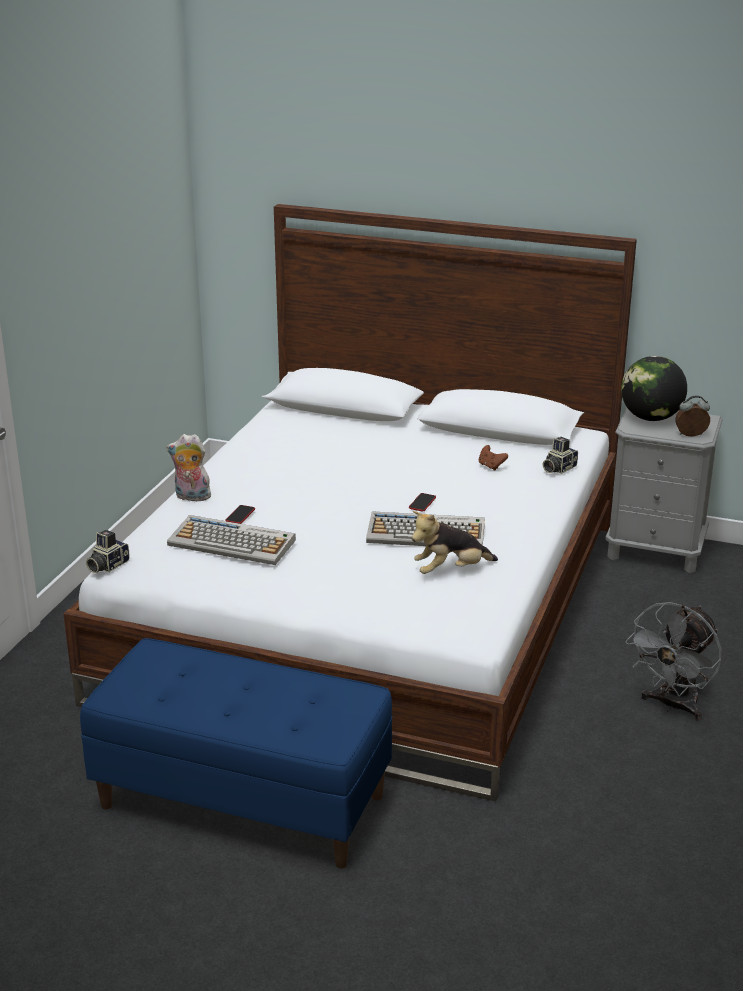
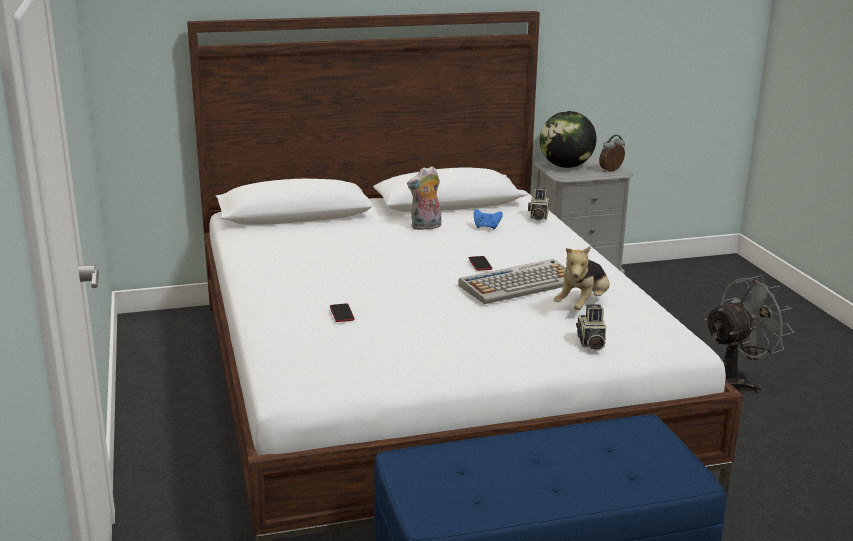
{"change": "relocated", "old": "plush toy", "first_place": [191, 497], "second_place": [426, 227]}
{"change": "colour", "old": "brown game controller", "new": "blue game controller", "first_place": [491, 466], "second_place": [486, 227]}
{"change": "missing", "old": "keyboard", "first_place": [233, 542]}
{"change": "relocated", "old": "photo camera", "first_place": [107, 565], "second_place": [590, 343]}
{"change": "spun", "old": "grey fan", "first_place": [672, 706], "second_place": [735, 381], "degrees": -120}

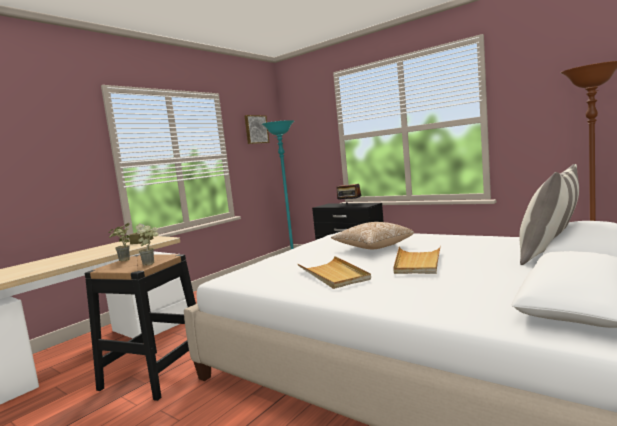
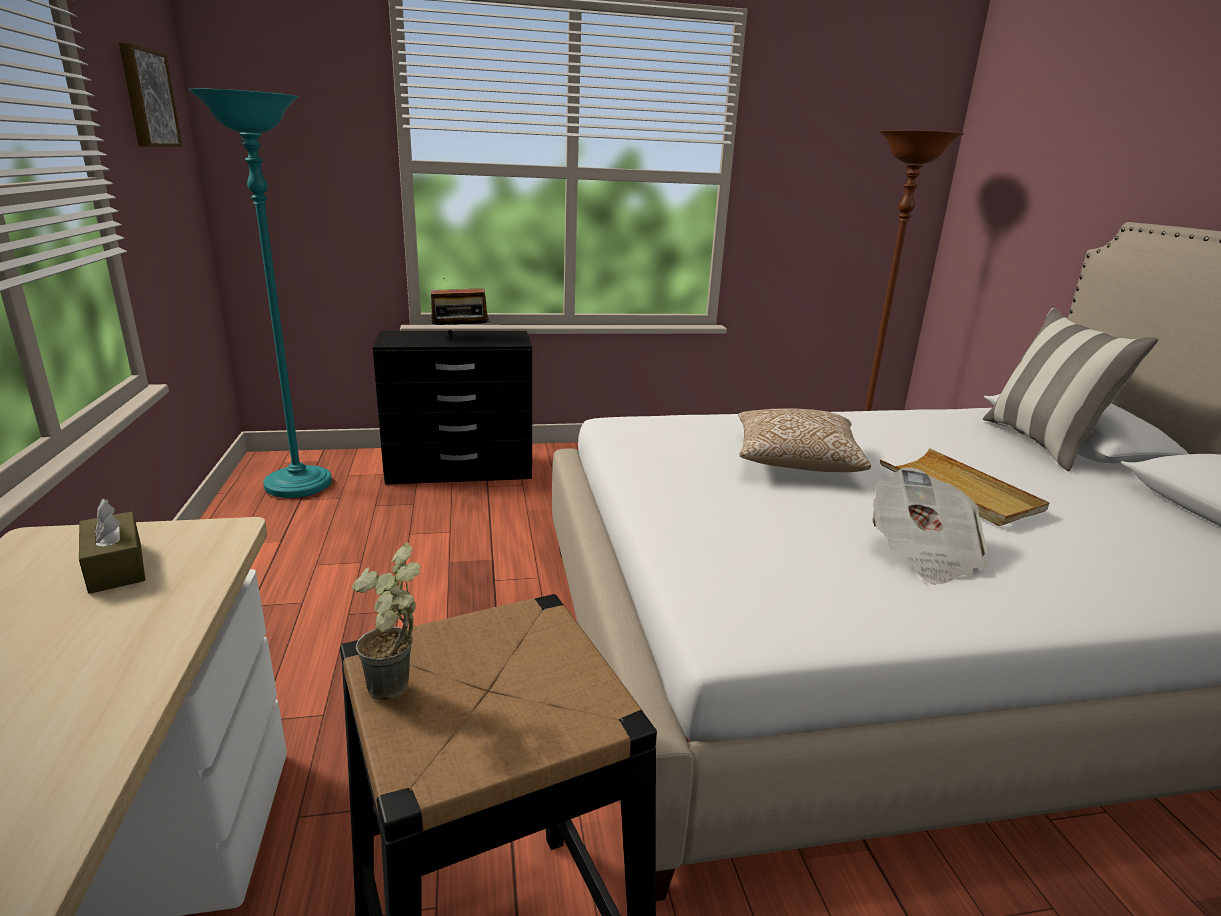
{"change": "missing", "old": "potted plant", "first_place": [152, 263]}
{"change": "exchanged", "old": "beige tray", "new": "newspaper", "first_place": [333, 275], "second_place": [922, 553]}

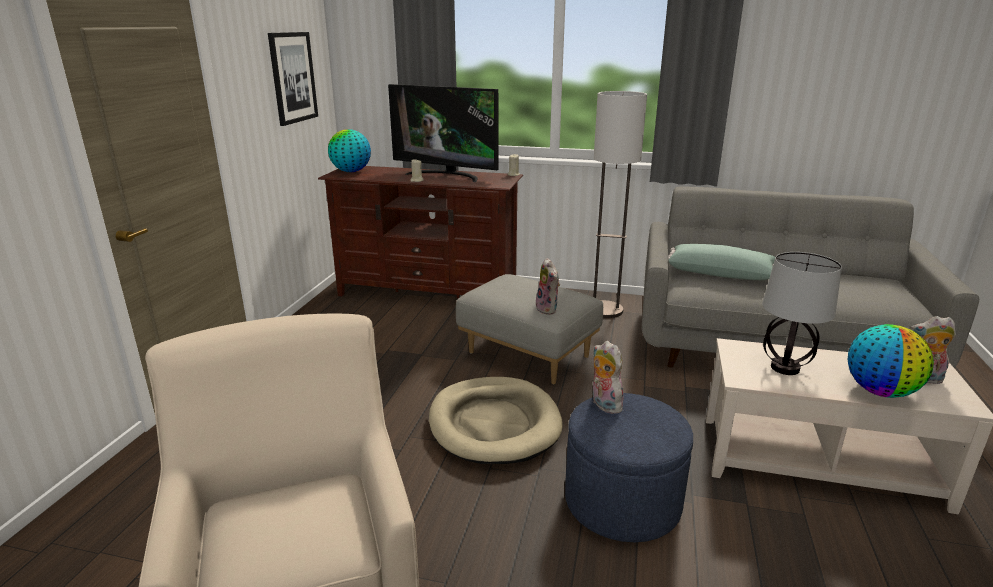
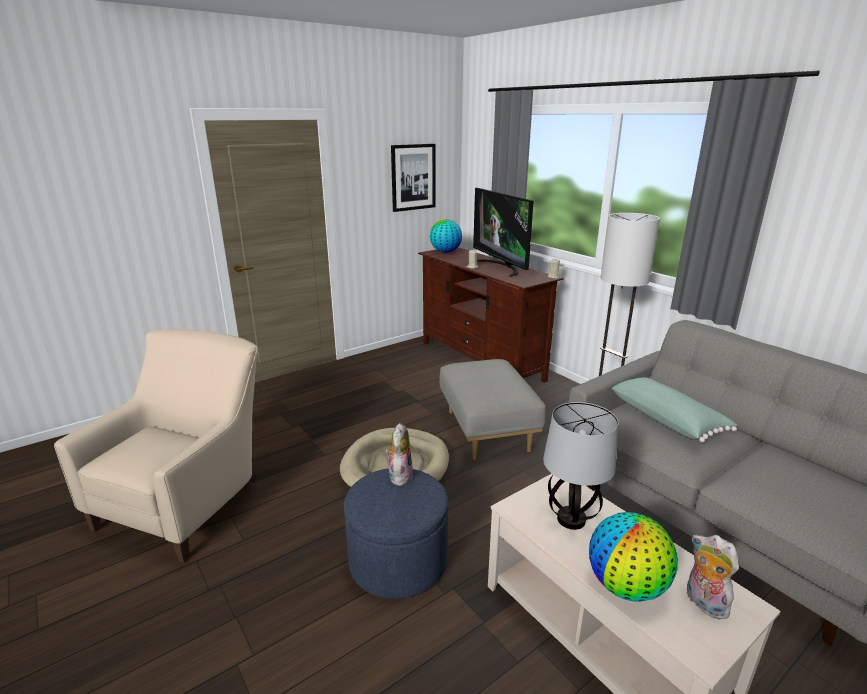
{"change": "missing", "old": "plush toy", "first_place": [548, 309]}

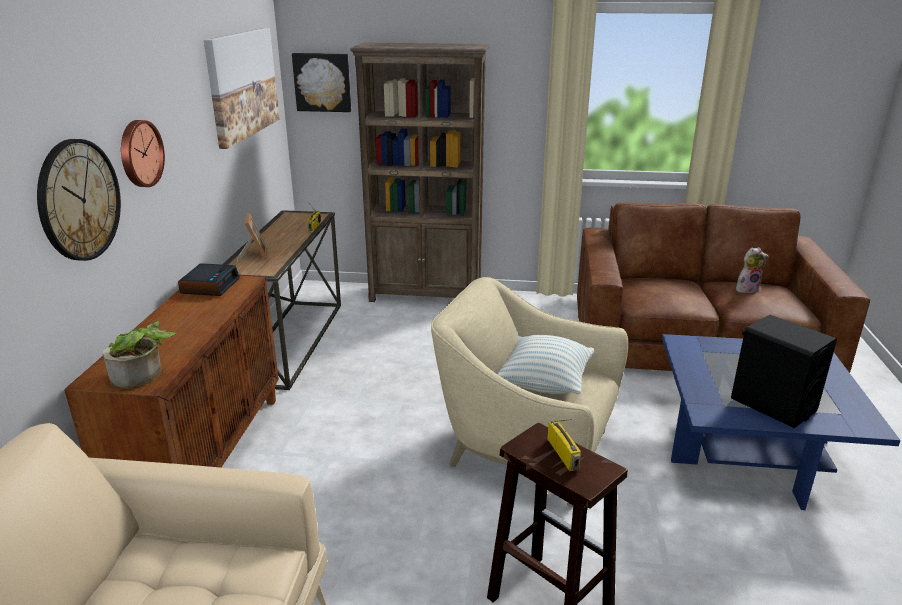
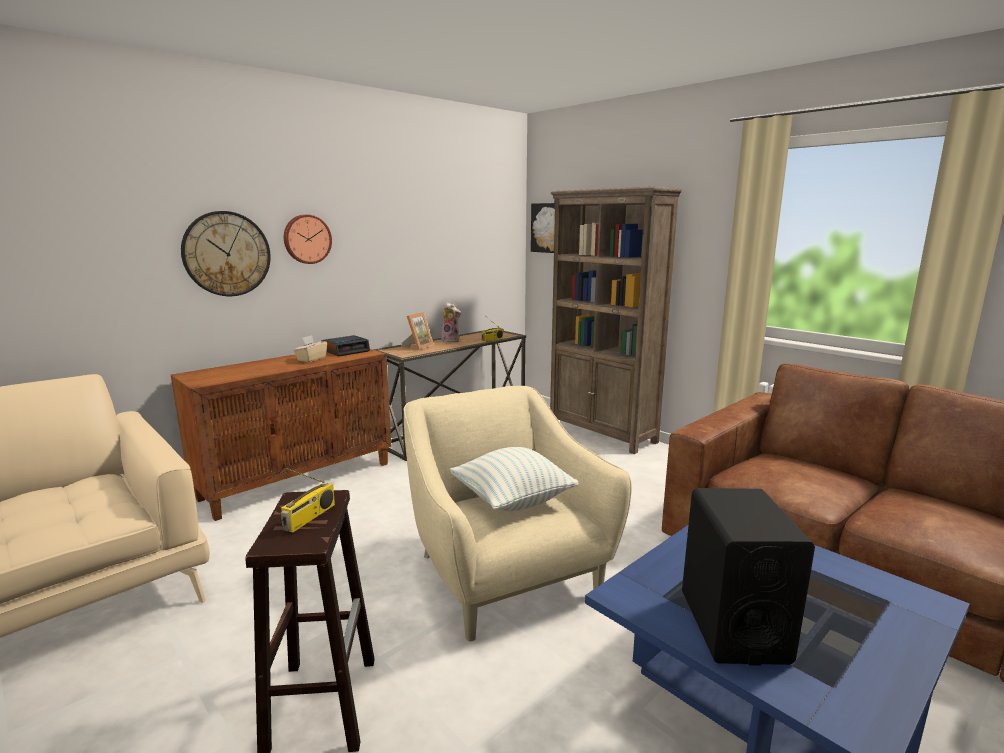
{"change": "missing", "old": "picture", "first_place": [242, 84]}
{"change": "relocated", "old": "plush toy", "first_place": [747, 289], "second_place": [451, 340]}
{"change": "missing", "old": "potted plant", "first_place": [143, 375]}
{"change": "appeared", "new": "beige tissue box", "second_place": [311, 359]}

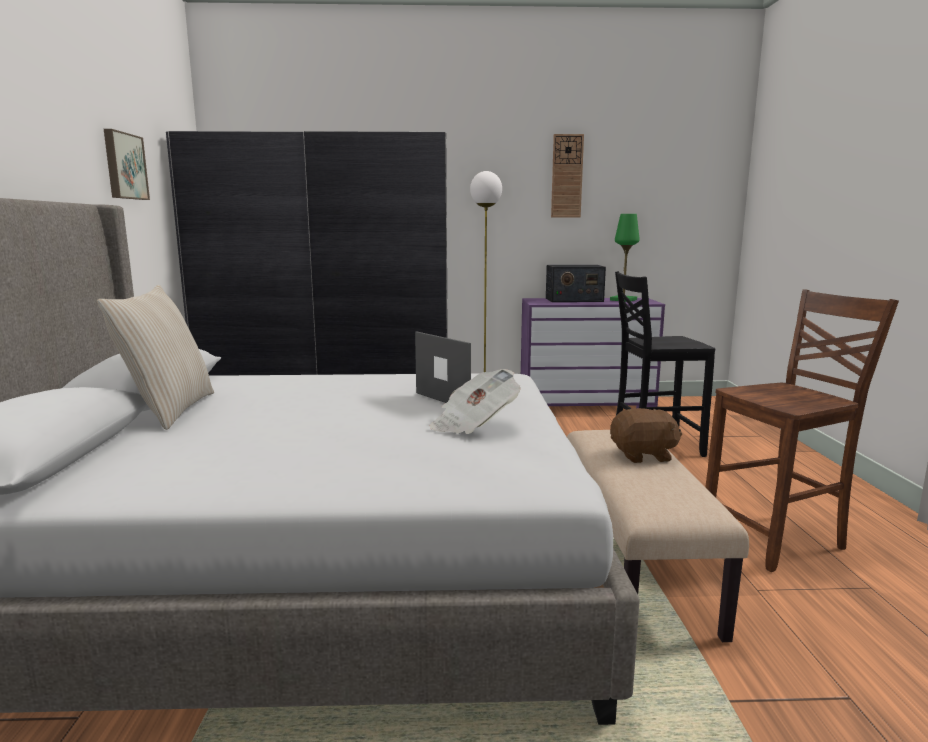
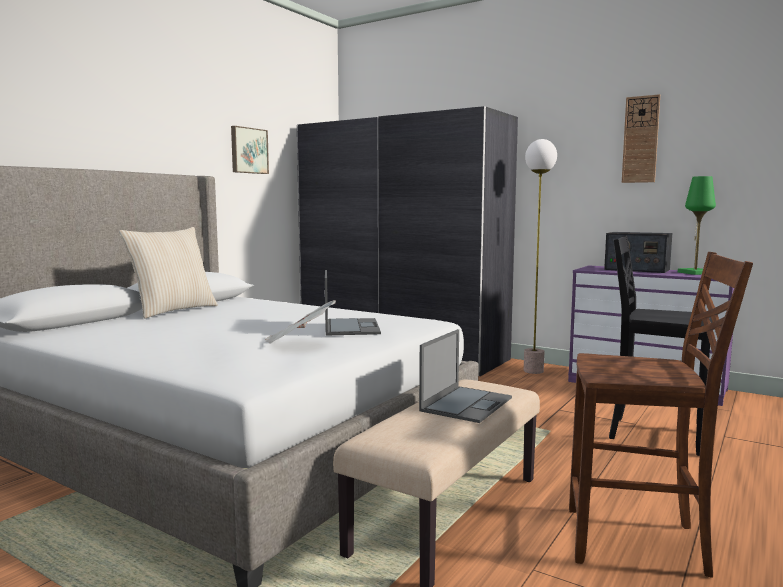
{"change": "exchanged", "old": "brown plush toy", "new": "laptop", "first_place": [643, 455], "second_place": [466, 404]}

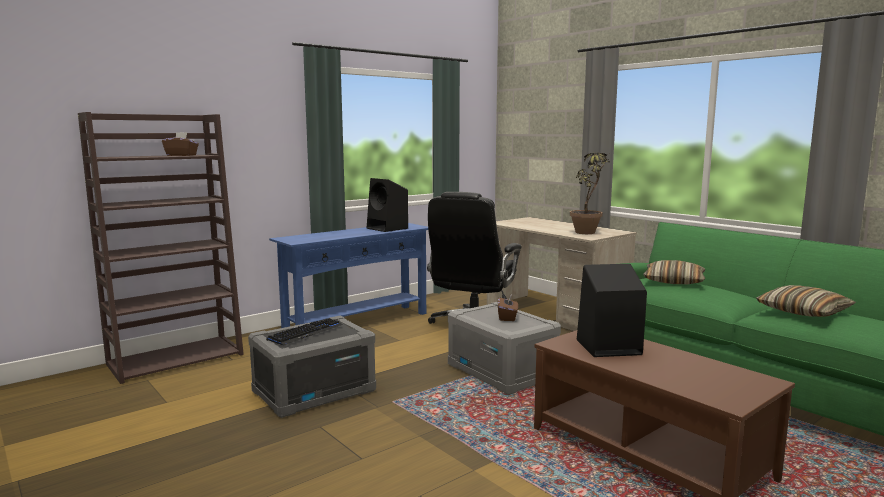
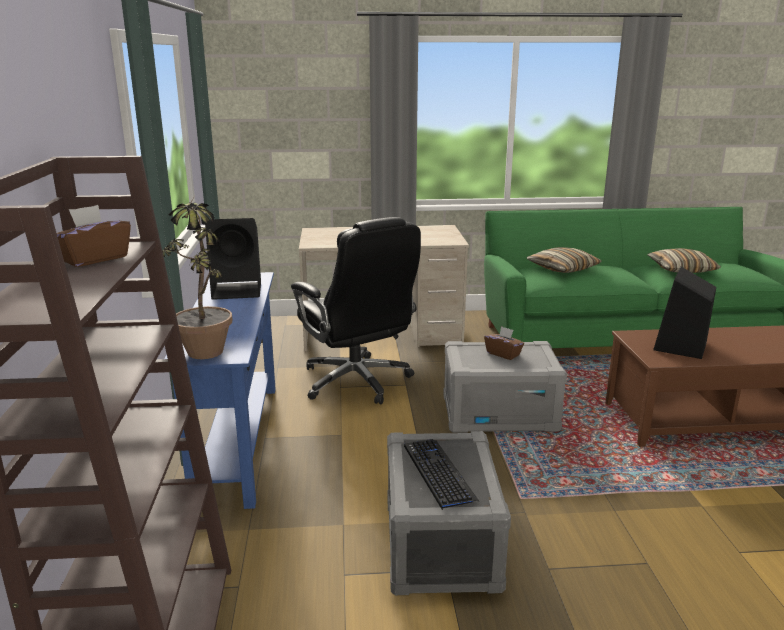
{"change": "relocated", "old": "potted plant", "first_place": [588, 231], "second_place": [205, 346]}

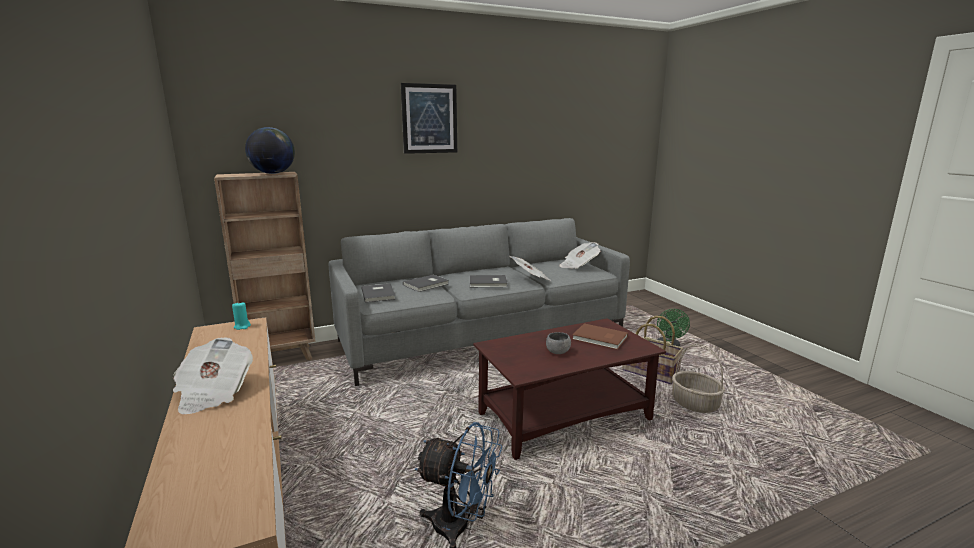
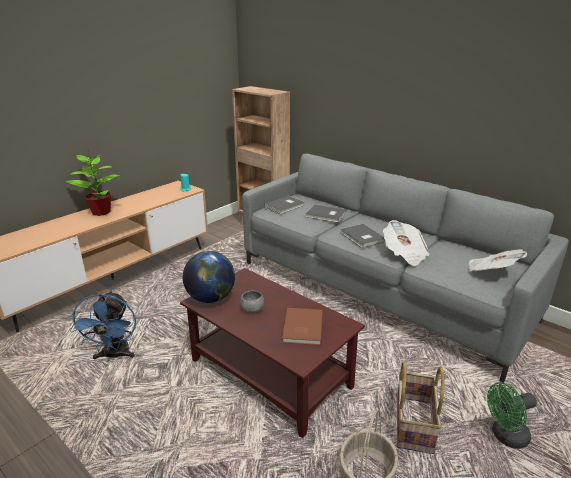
{"change": "missing", "old": "picture", "first_place": [429, 119]}
{"change": "relocated", "old": "globe", "first_place": [273, 173], "second_place": [211, 298]}
{"change": "exchanged", "old": "newspaper", "new": "potted plant", "first_place": [213, 393], "second_place": [101, 212]}

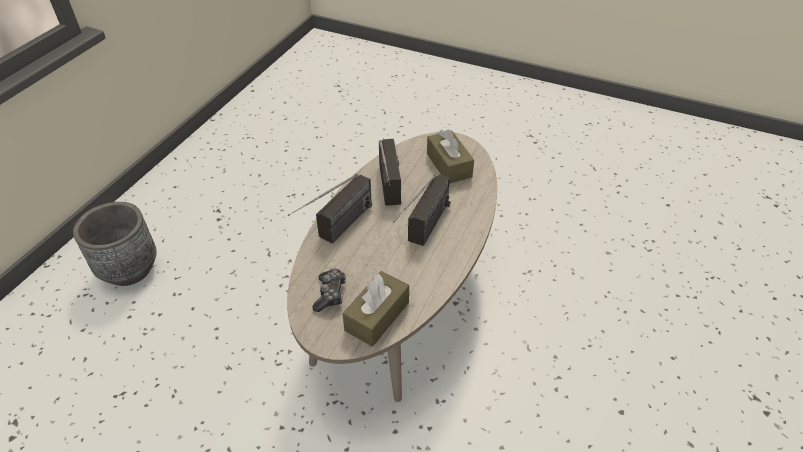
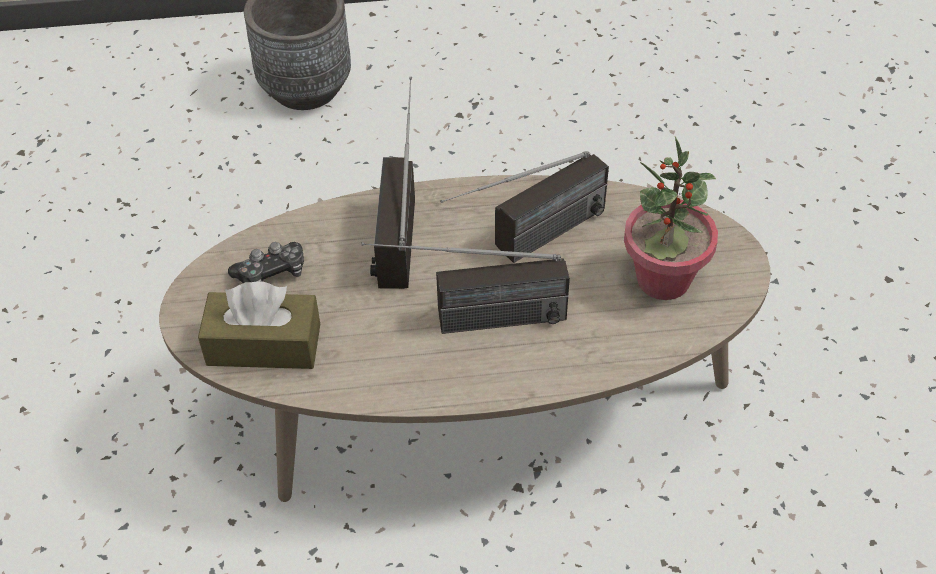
{"change": "exchanged", "old": "brown tissue box", "new": "potted plant", "first_place": [449, 165], "second_place": [663, 280]}
{"change": "spun", "old": "radio", "first_place": [336, 232], "second_place": [395, 219], "degrees": 90}

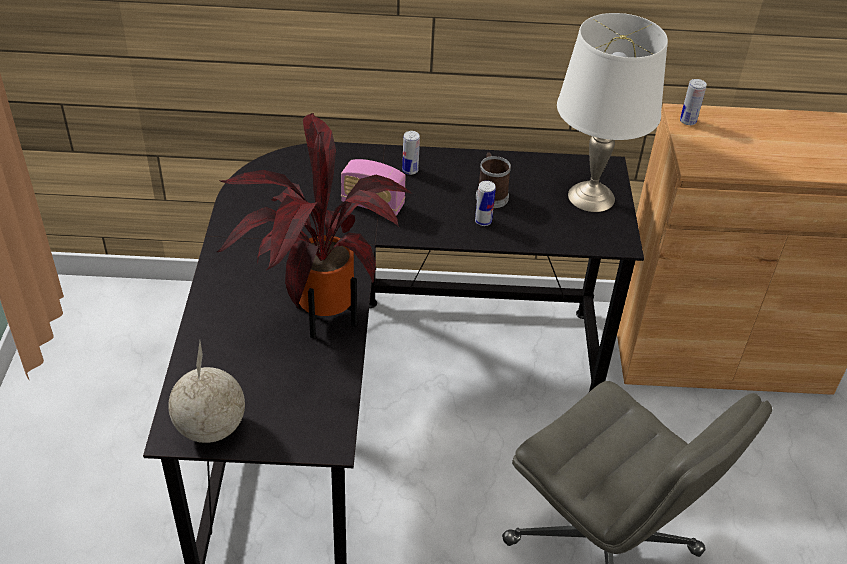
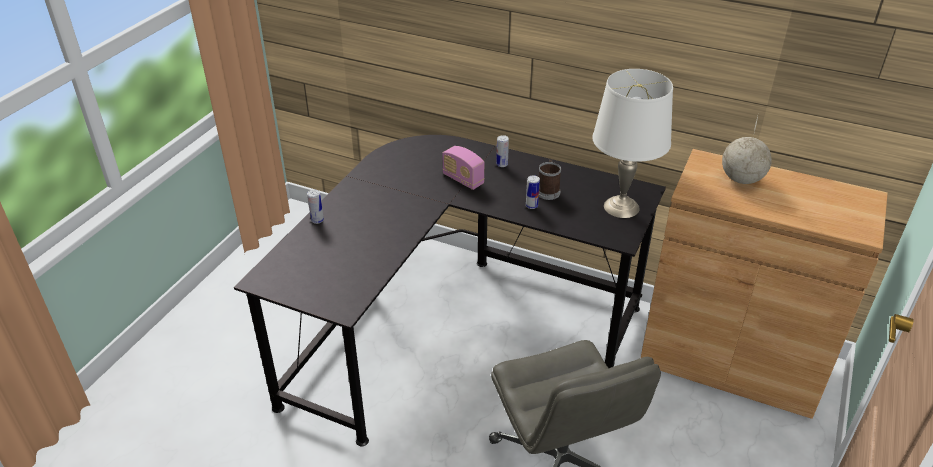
{"change": "relocated", "old": "can", "first_place": [688, 121], "second_place": [317, 220]}
{"change": "missing", "old": "potted plant", "first_place": [318, 315]}
{"change": "relocated", "old": "globe", "first_place": [211, 427], "second_place": [742, 179]}

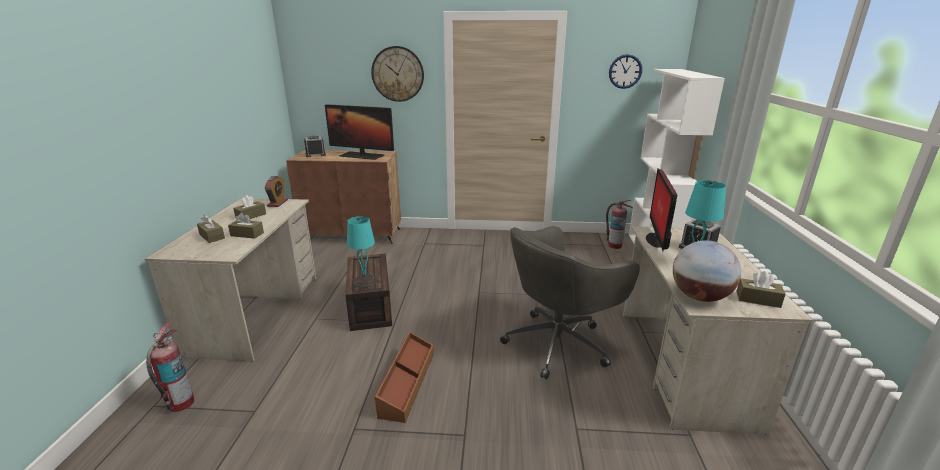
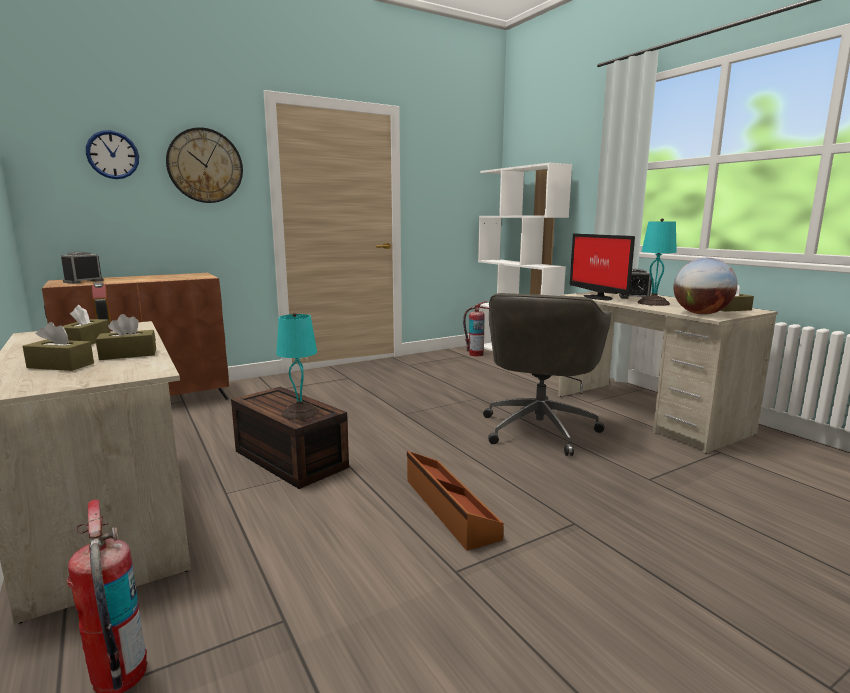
{"change": "relocated", "old": "wall clock", "first_place": [625, 71], "second_place": [112, 155]}
{"change": "missing", "old": "monitor", "first_place": [362, 156]}

